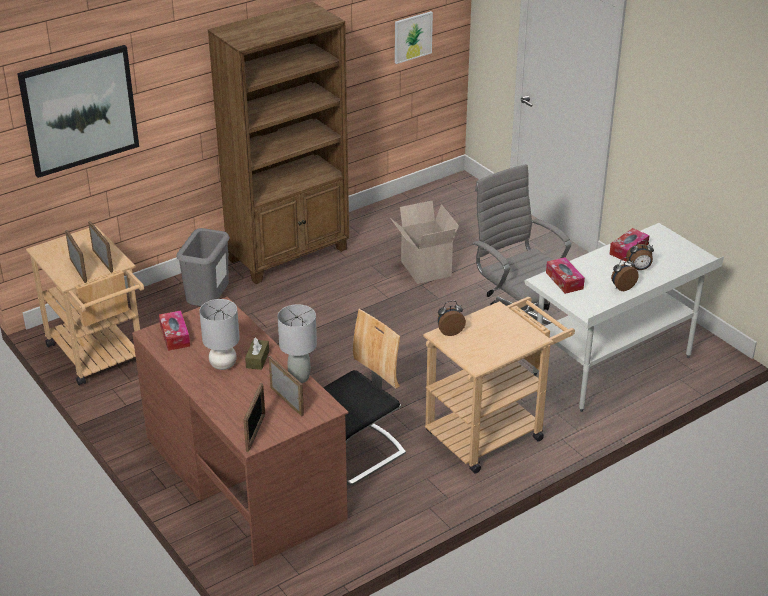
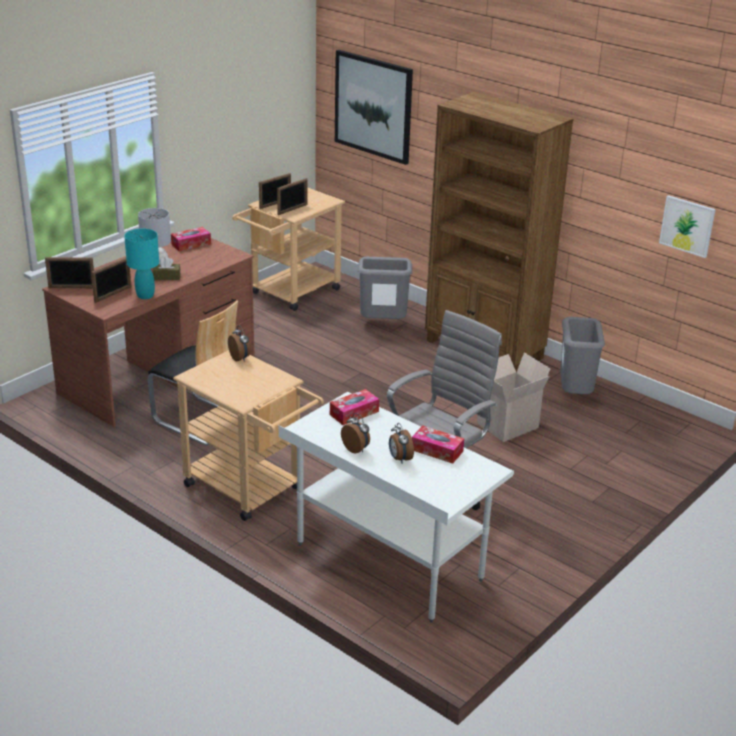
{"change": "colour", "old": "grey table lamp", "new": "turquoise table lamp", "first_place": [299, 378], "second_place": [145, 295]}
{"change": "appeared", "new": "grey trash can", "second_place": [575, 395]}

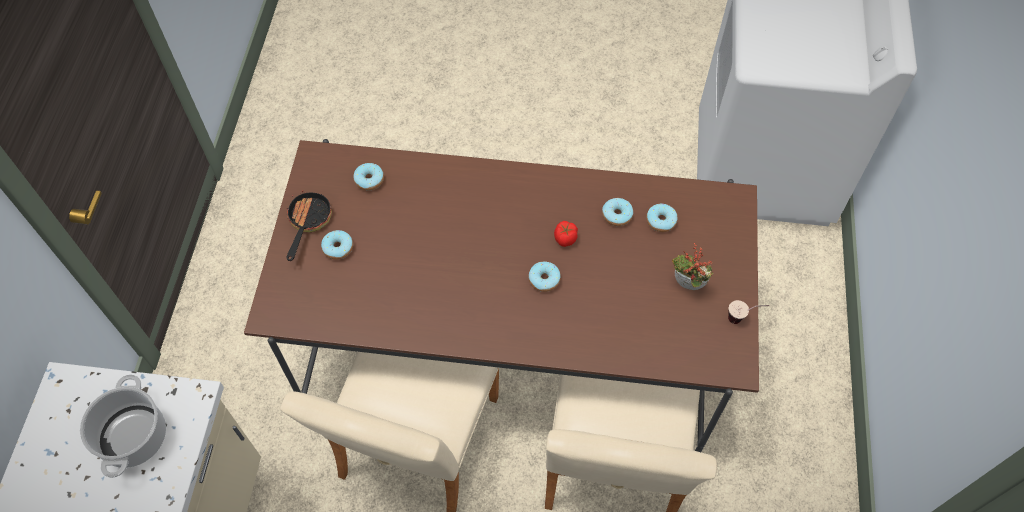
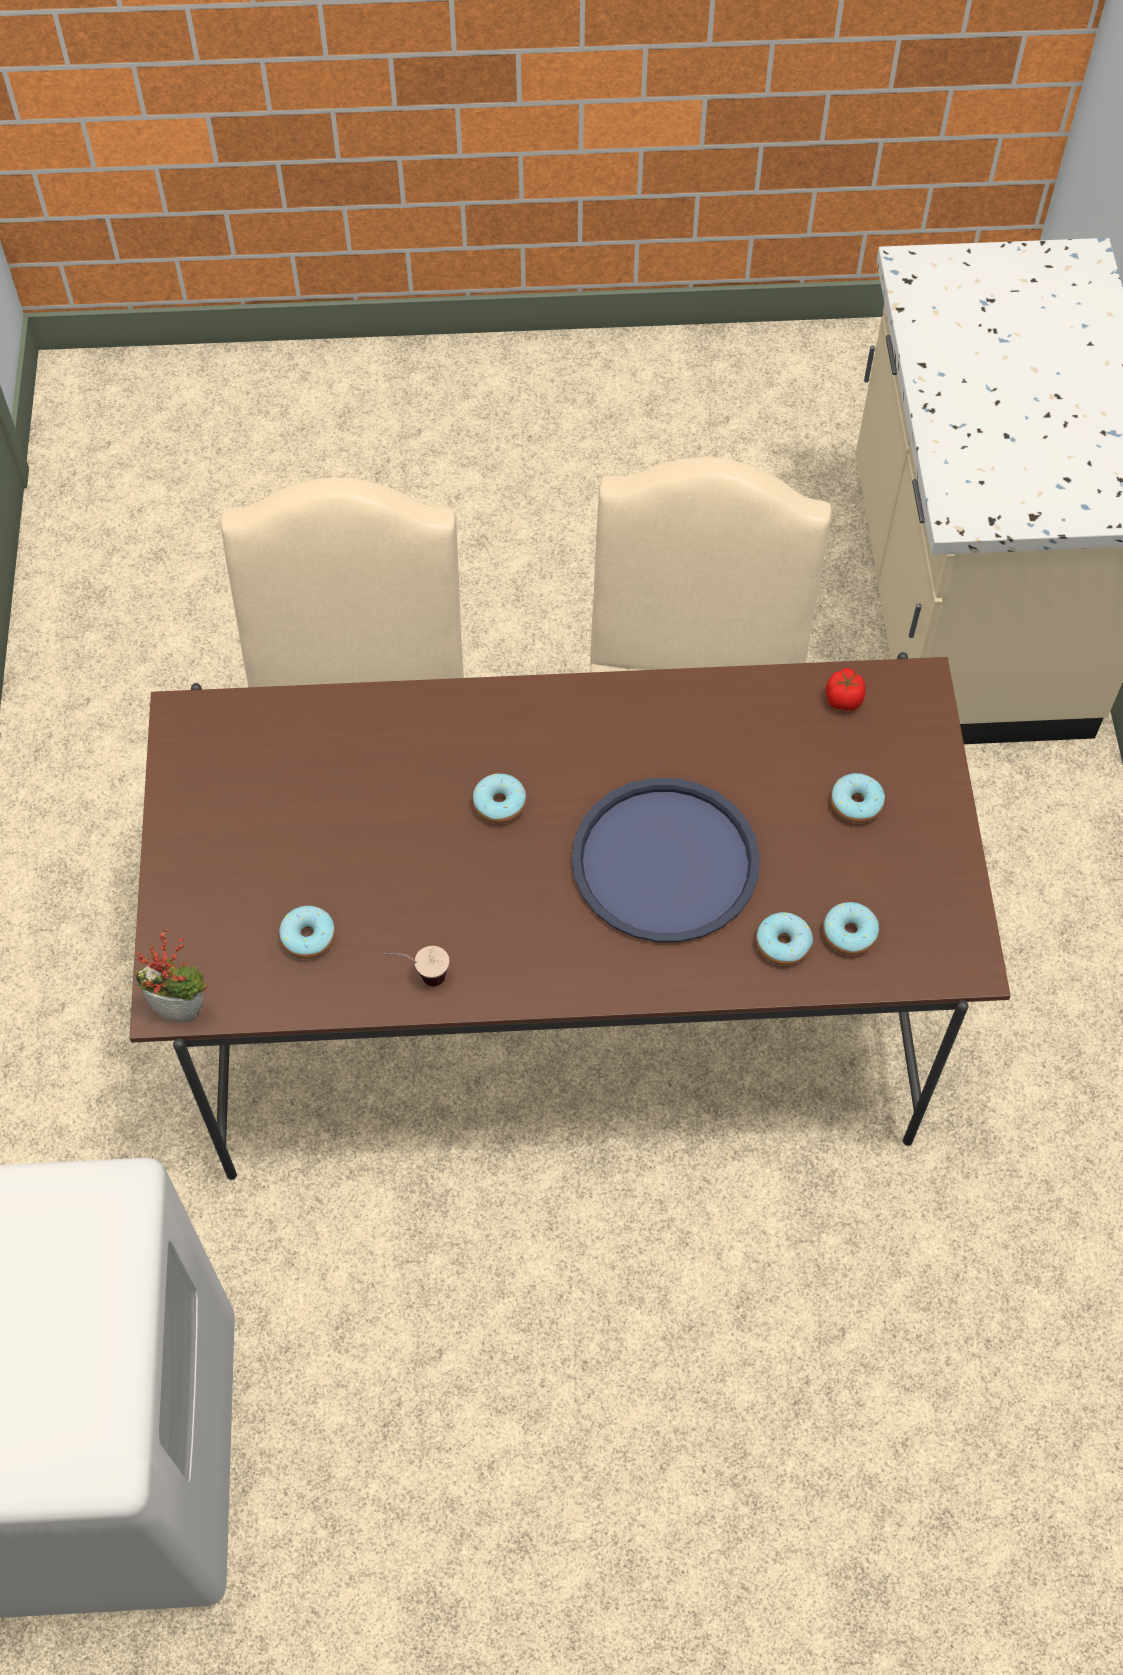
{"change": "missing", "old": "frying pan", "first_place": [308, 222]}
{"change": "relocated", "old": "donut", "first_place": [617, 215], "second_place": [783, 944]}
{"change": "relocated", "old": "tomato", "first_place": [565, 239], "second_place": [843, 698]}
{"change": "relocated", "old": "potted plant", "first_place": [686, 287], "second_place": [183, 1007]}
{"change": "relocated", "old": "cup", "first_place": [743, 319], "second_place": [419, 977]}
{"change": "missing", "old": "cooking pot", "first_place": [133, 436]}
{"change": "appeared", "new": "blue tray", "second_place": [665, 861]}

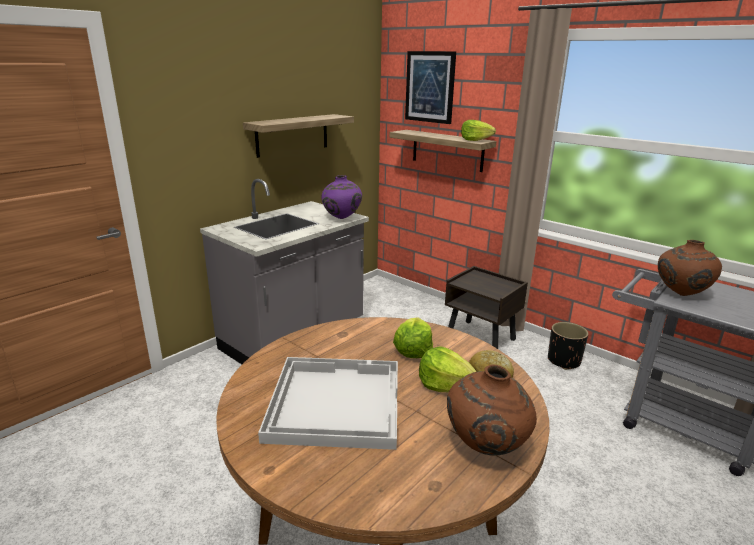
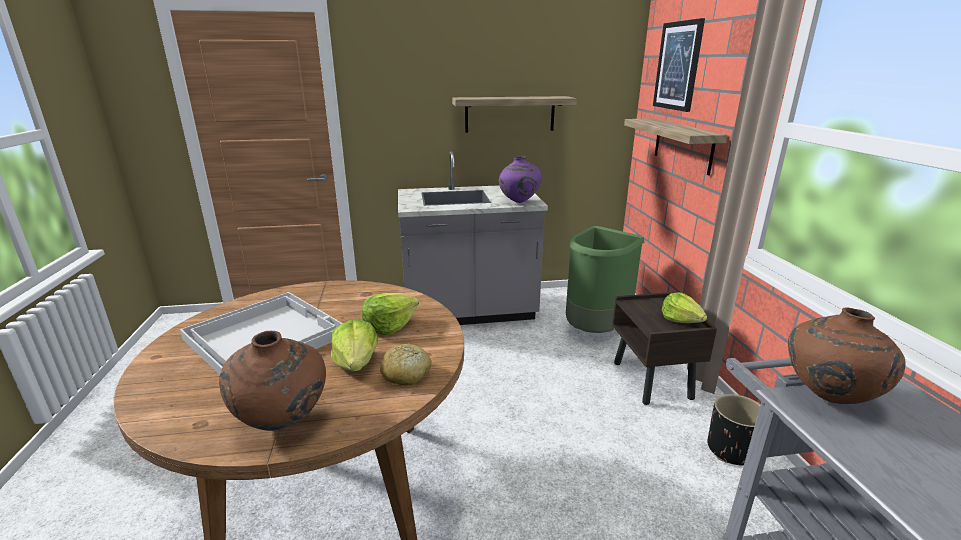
{"change": "relocated", "old": "lettuce", "first_place": [475, 140], "second_place": [681, 320]}
{"change": "appeared", "new": "green trash can", "second_place": [595, 331]}

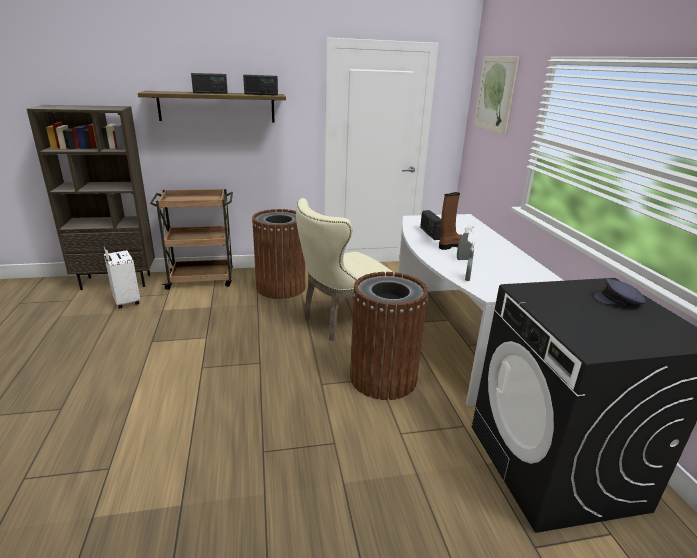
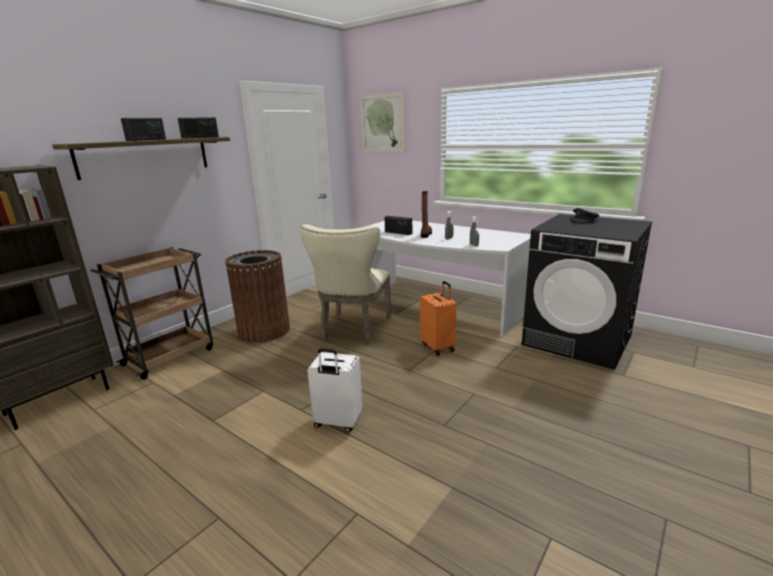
{"change": "relocated", "old": "white suitcase", "first_place": [125, 302], "second_place": [337, 422]}
{"change": "exchanged", "old": "brown trash can", "new": "orange suitcase", "first_place": [383, 378], "second_place": [438, 347]}

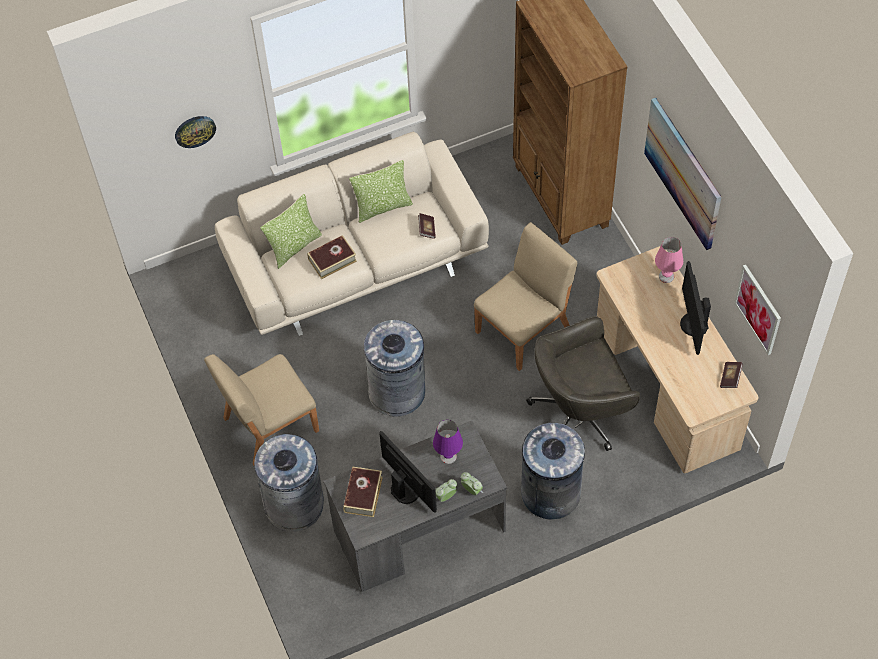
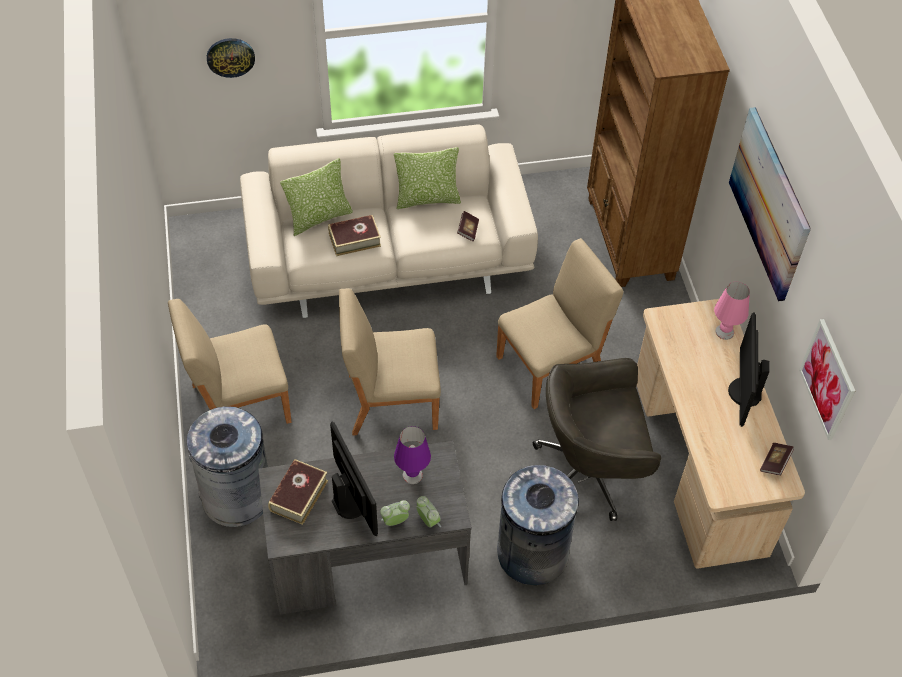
{"change": "exchanged", "old": "grey trash can", "new": "beige chair", "first_place": [397, 392], "second_place": [391, 400]}

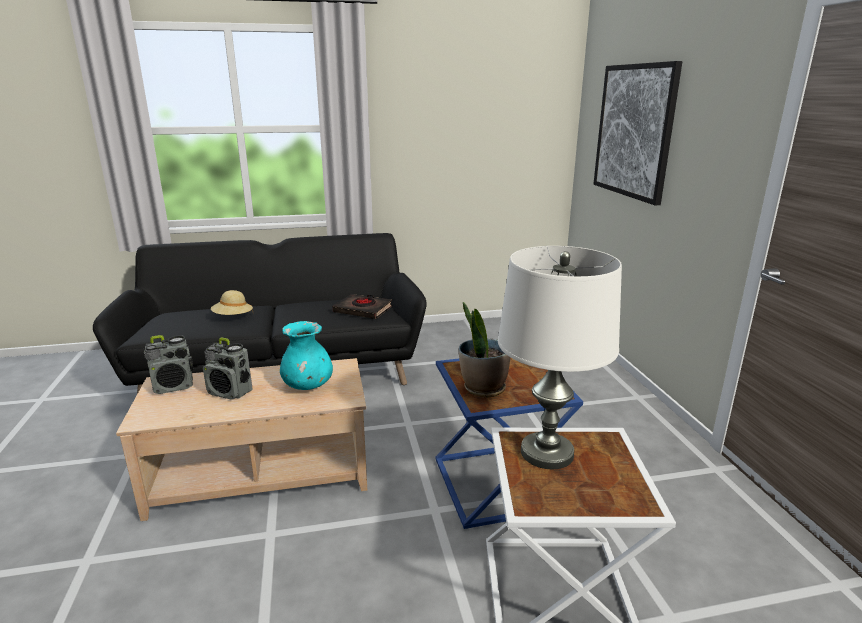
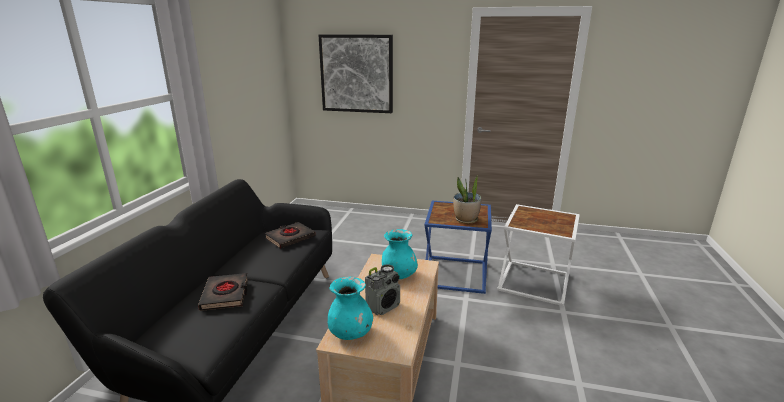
{"change": "missing", "old": "white table lamp", "first_place": [547, 452]}
{"change": "exchanged", "old": "beige hat", "new": "black book", "first_place": [233, 317], "second_place": [225, 295]}
{"change": "exchanged", "old": "radio", "new": "turquoise vase", "first_place": [174, 386], "second_place": [351, 333]}

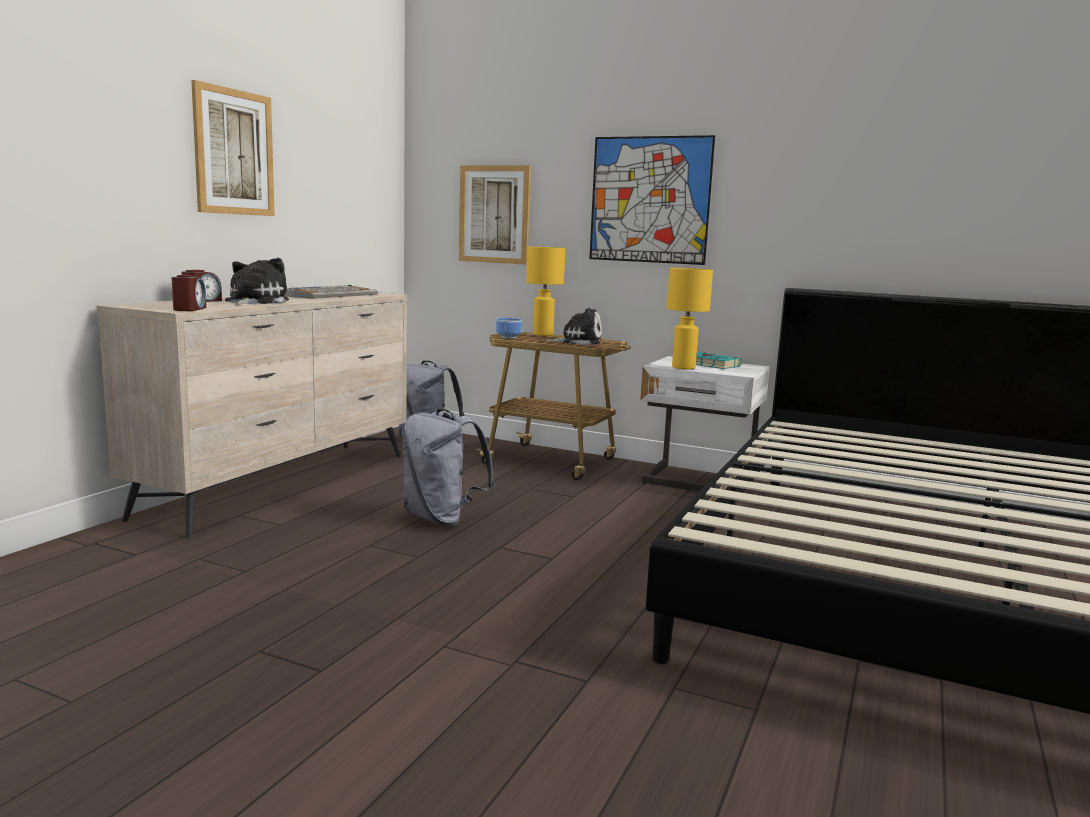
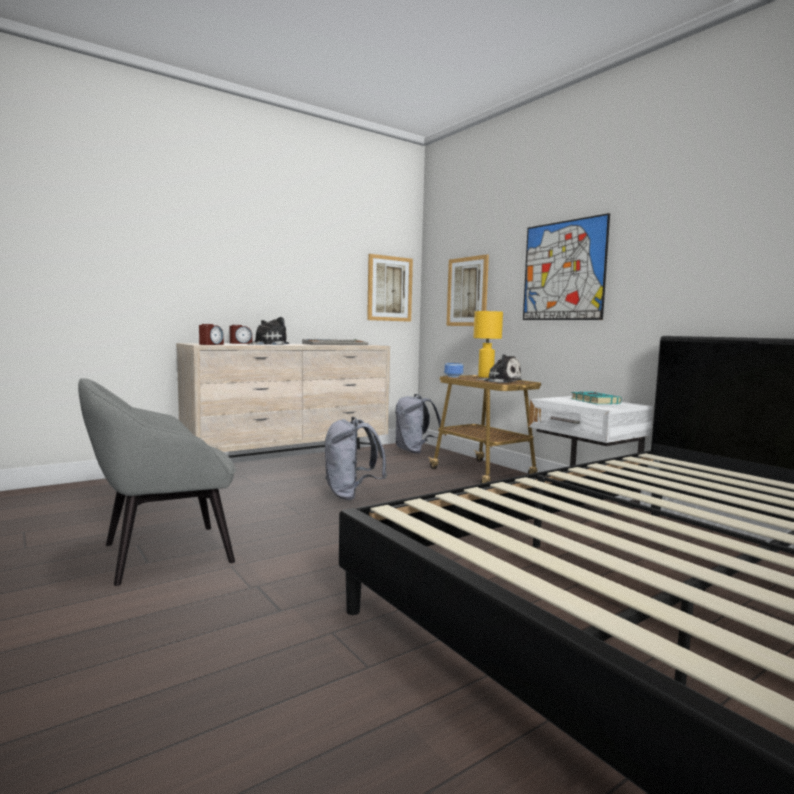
{"change": "relocated", "old": "picture", "first_place": [234, 152], "second_place": [389, 288]}
{"change": "missing", "old": "yellow table lamp", "first_place": [682, 368]}
{"change": "appeared", "new": "grey armchair", "second_place": [163, 554]}

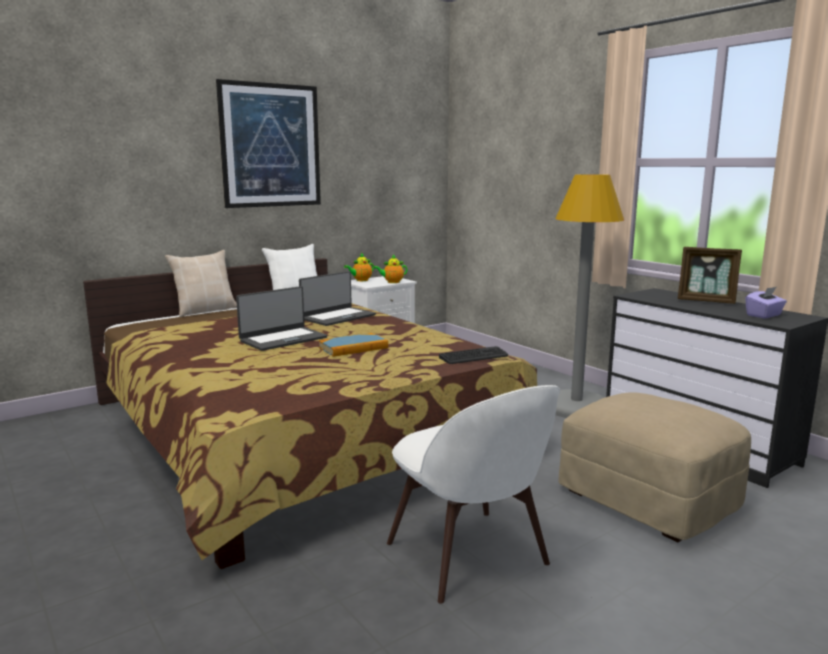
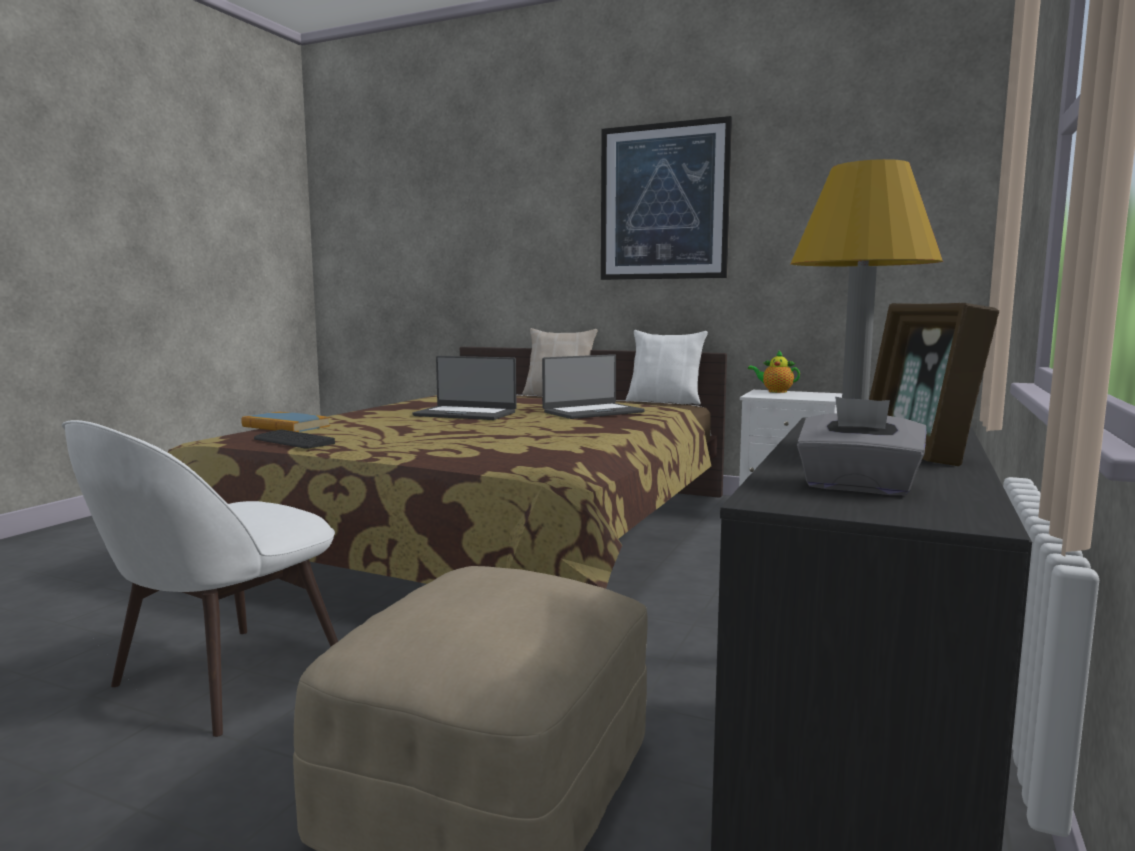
{"change": "missing", "old": "teapot", "first_place": [392, 282]}
{"change": "spun", "old": "laptop", "first_place": [338, 317], "second_place": [592, 412], "degrees": -45}
{"change": "colour", "old": "purple tissue box", "new": "grey tissue box", "first_place": [764, 315], "second_place": [858, 486]}
{"change": "relocated", "old": "book", "first_place": [353, 348], "second_place": [286, 426]}
{"change": "relocated", "old": "keyboard", "first_place": [474, 356], "second_place": [293, 441]}

